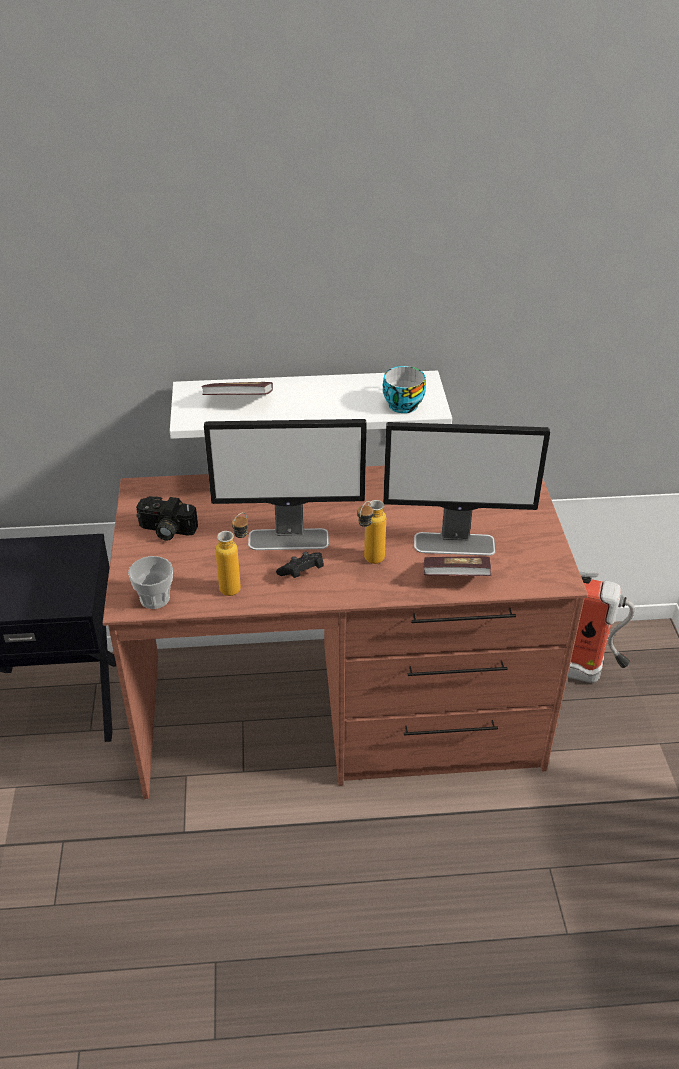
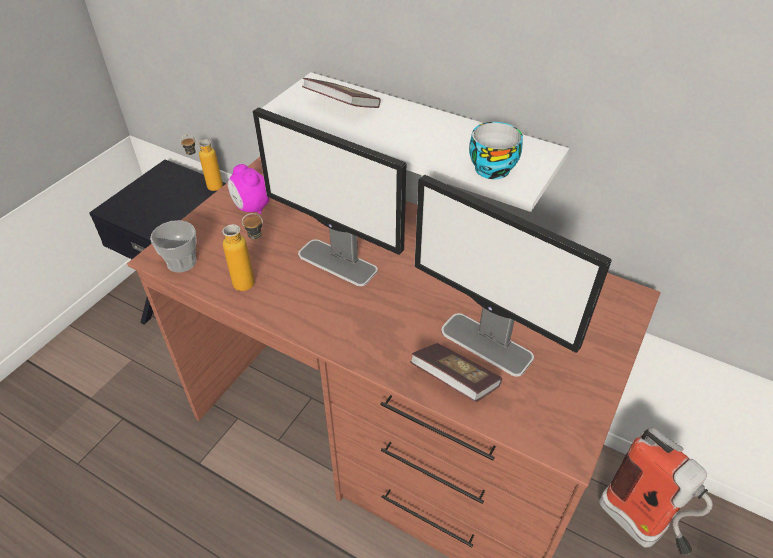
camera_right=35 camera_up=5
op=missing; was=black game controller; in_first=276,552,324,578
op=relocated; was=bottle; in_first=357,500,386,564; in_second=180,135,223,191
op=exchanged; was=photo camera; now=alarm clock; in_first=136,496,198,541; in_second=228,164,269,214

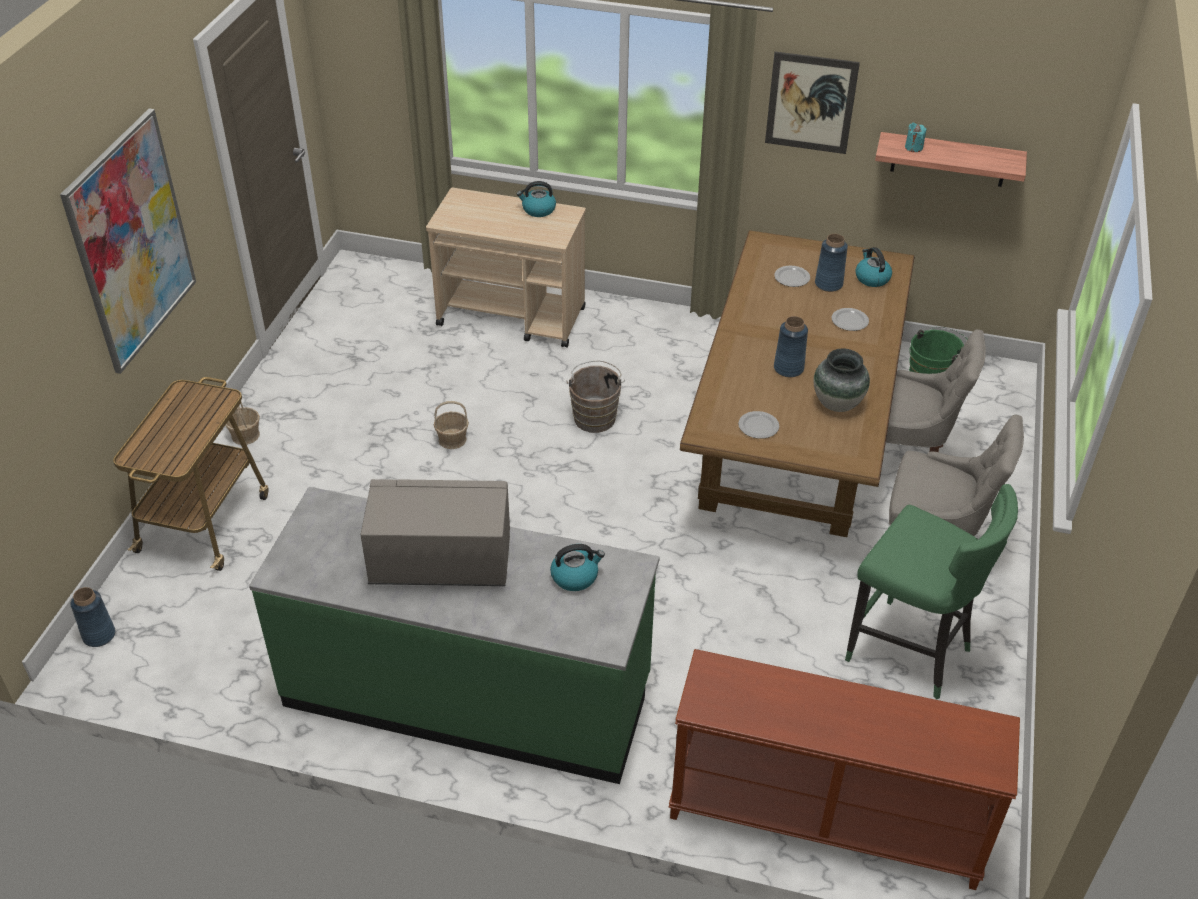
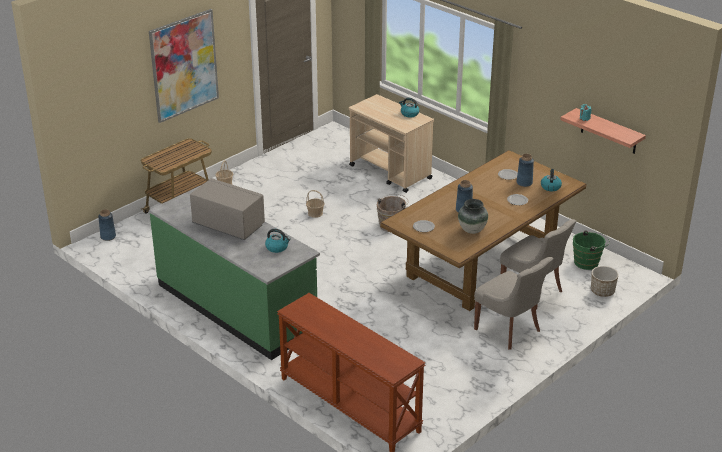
camera_right=30 camera_up=-10
op=missing; was=picture; in_first=765,51,860,154
op=missing; was=green stool; in_first=845,484,1018,700
op=appeared; now=planter; in_second=591,266,619,297

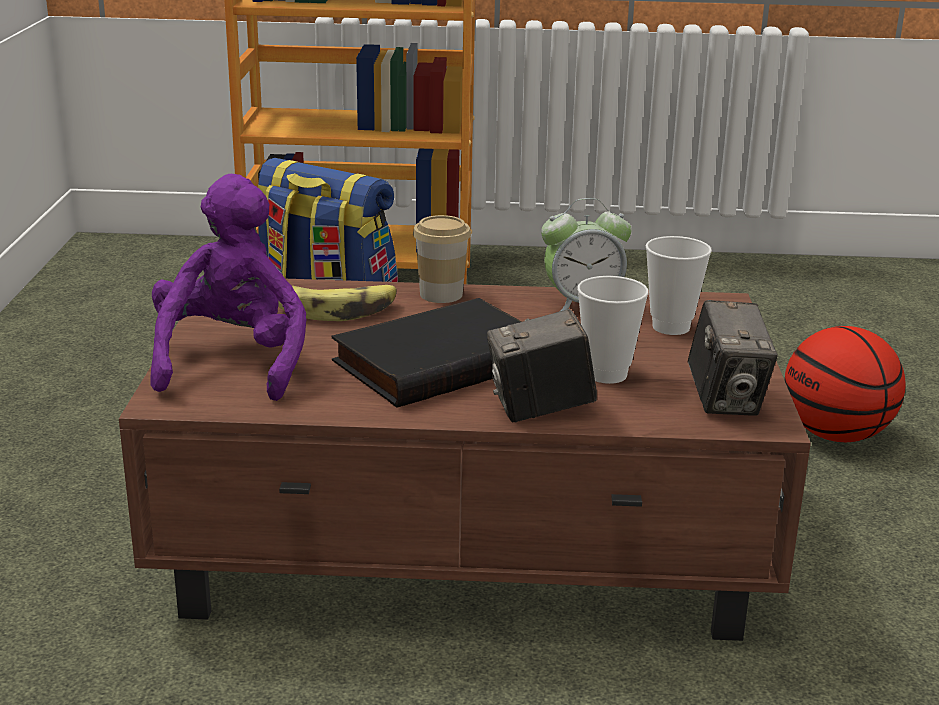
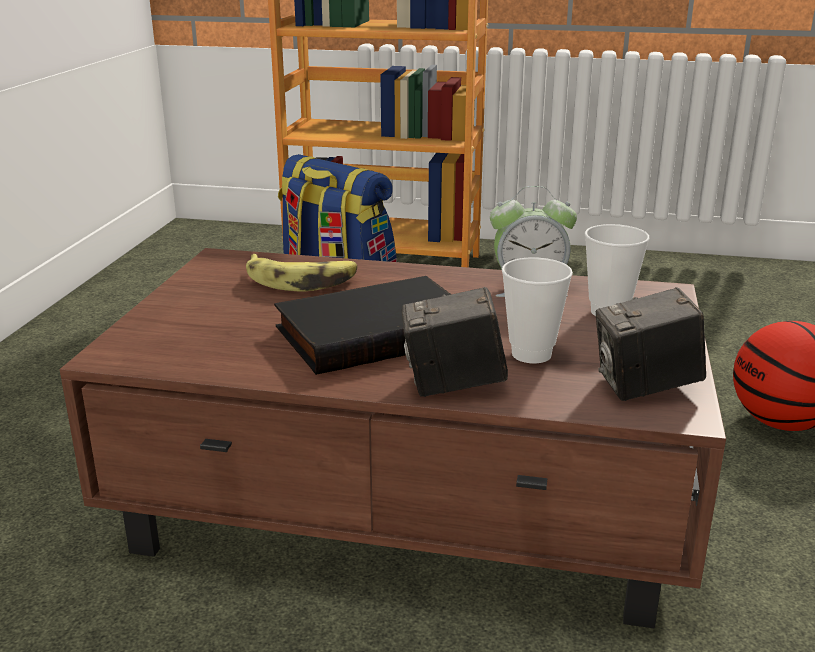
camera_right=10 camera_up=0
op=missing; was=purple plush toy; in_first=150,174,307,401
op=missing; was=cup; in_first=413,215,471,303
op=spun; was=photo camera; in_first=688,300,778,416; in_second=596,287,706,401; clockwise=75

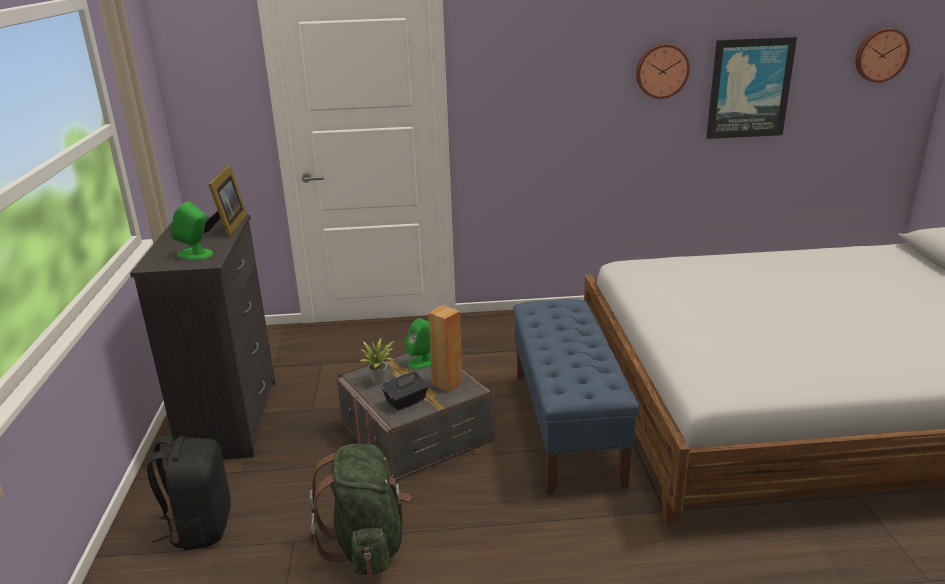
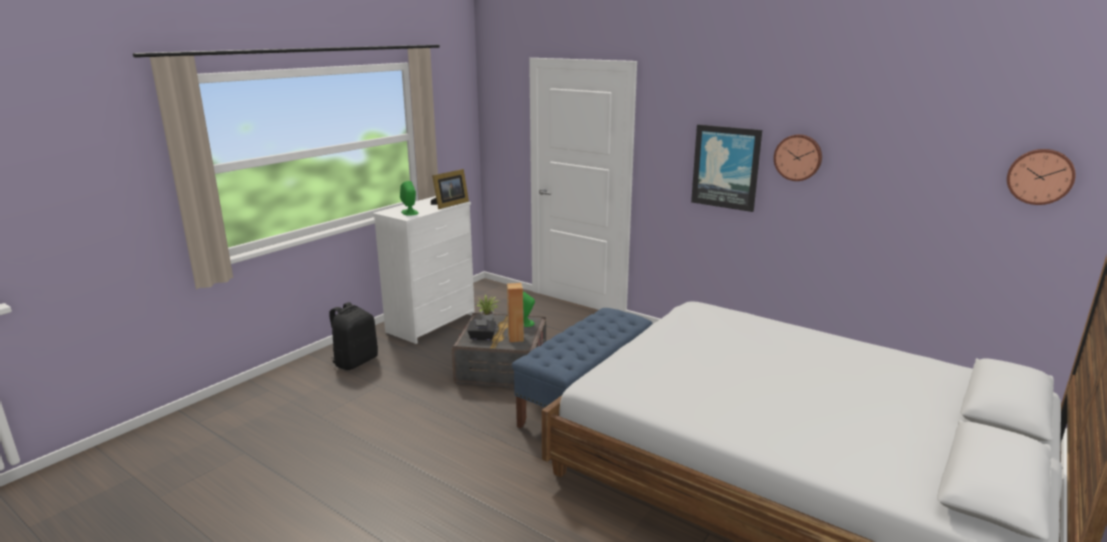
camera_right=40 camera_up=-5
op=missing; was=green backpack; in_first=310,444,411,576
op=relocated; was=picture; in_first=706,37,797,139; in_second=691,125,762,212
op=colour; was=black dresser; now=white dresser; in_first=130,215,275,460; in_second=372,196,475,344

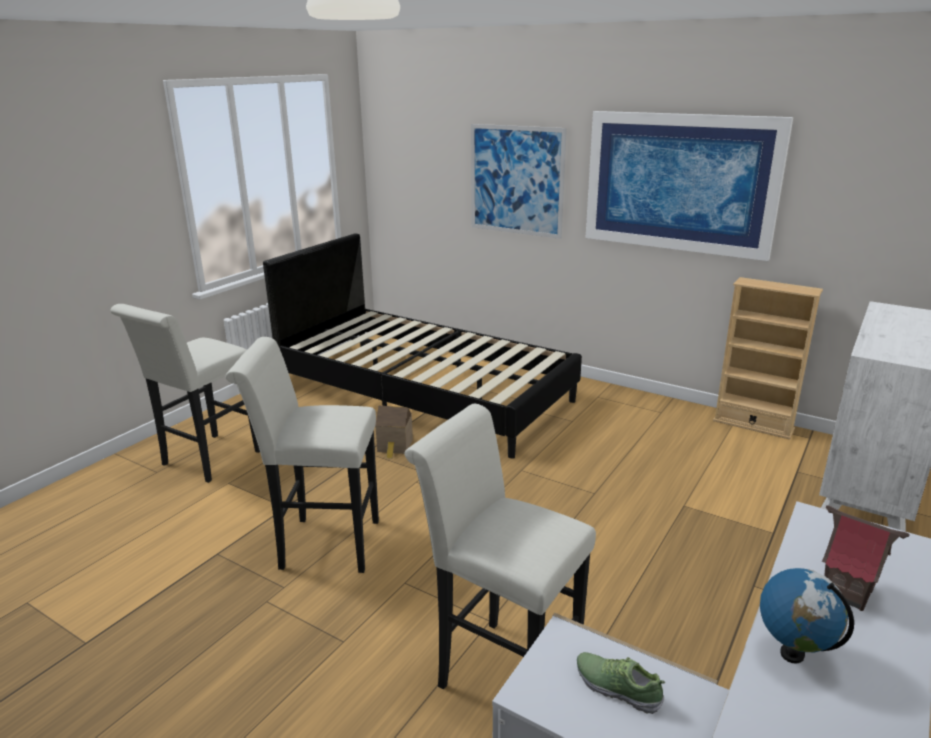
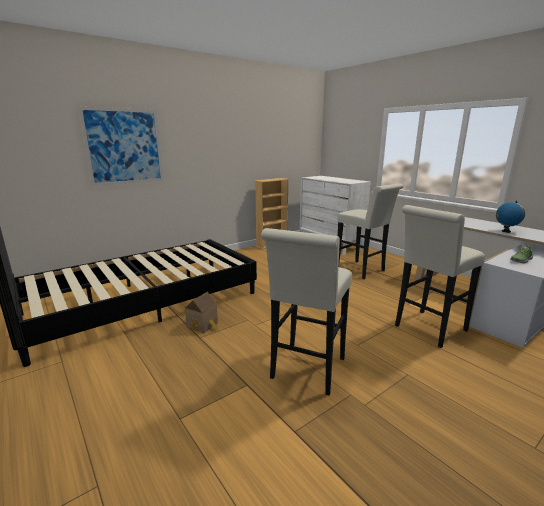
camera_right=-70 camera_up=-5
op=missing; was=picture; in_first=586,111,793,261
op=missing; was=toy house; in_first=822,505,910,611
op=relocated; was=white stool; in_first=110,304,260,483; in_second=337,183,404,279

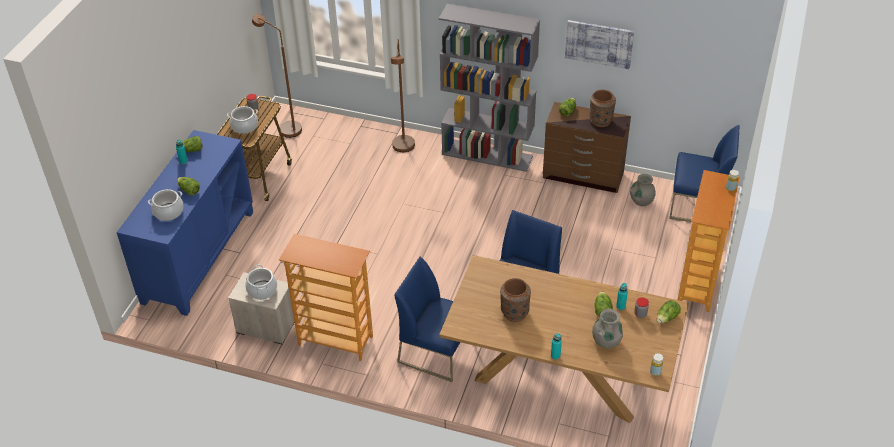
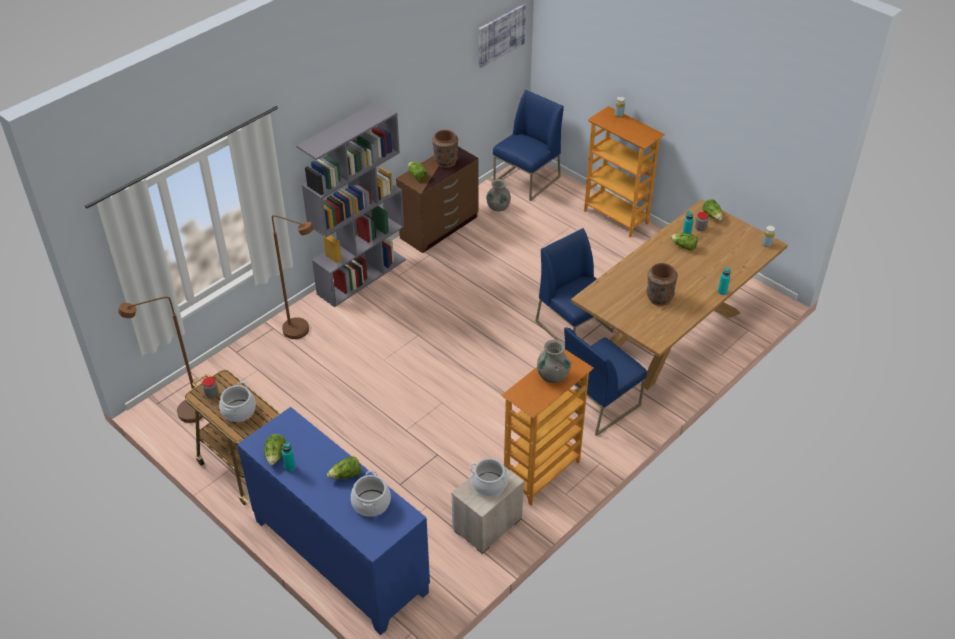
camera_right=-65 camera_up=0
op=relocated; was=picture; in_first=565,20,634,69; in_second=479,4,526,68
op=relocated; was=grey vase; in_first=592,309,623,349; in_second=537,340,571,383

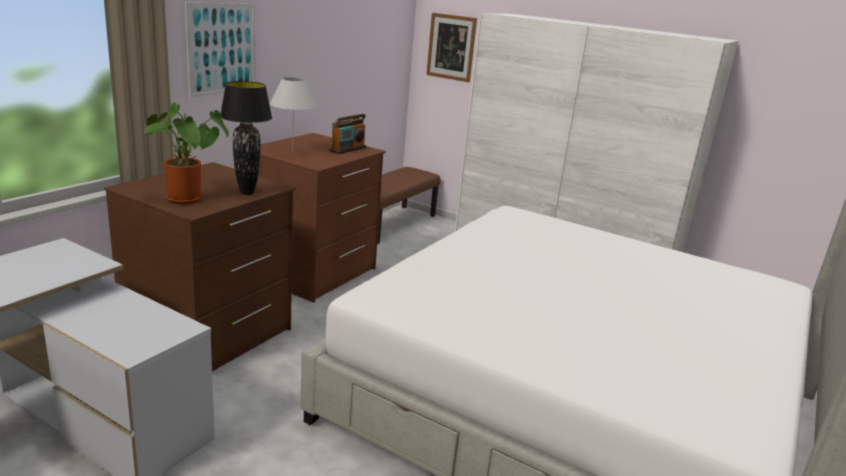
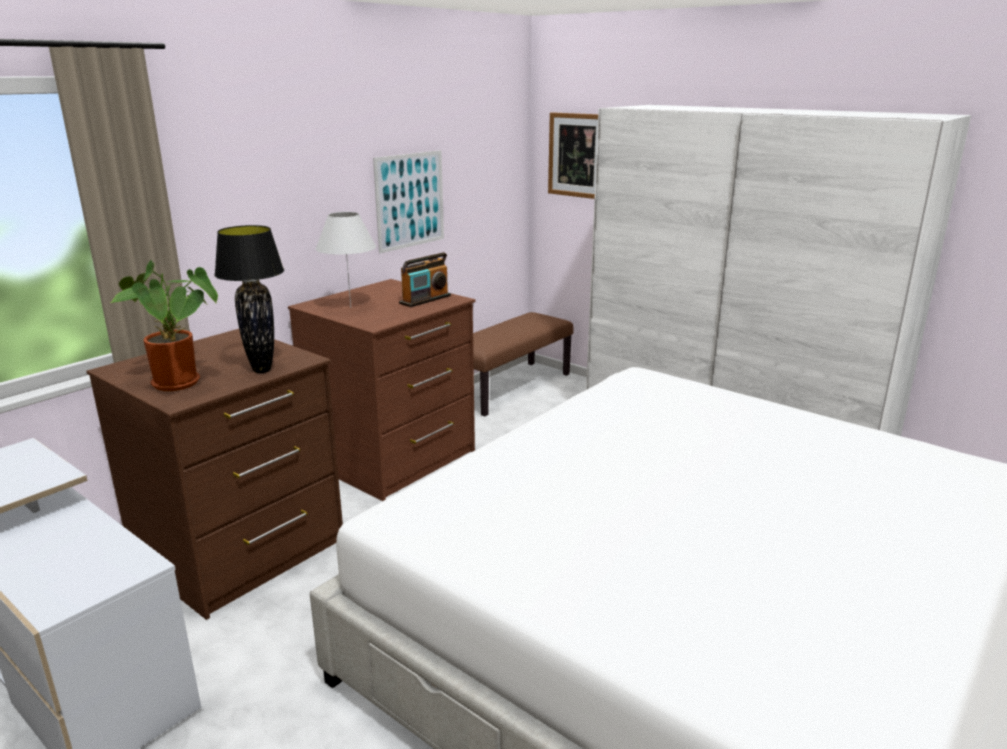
camera_right=10 camera_up=0
op=relocated; was=picture; in_first=185,3,256,98; in_second=373,150,444,253

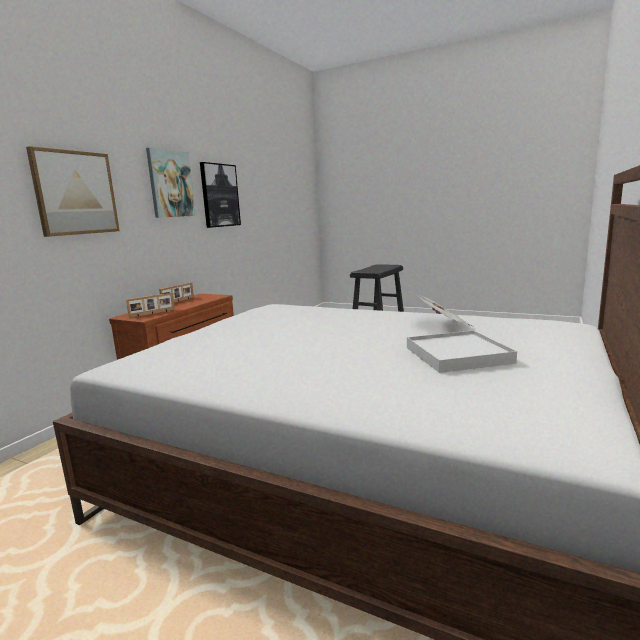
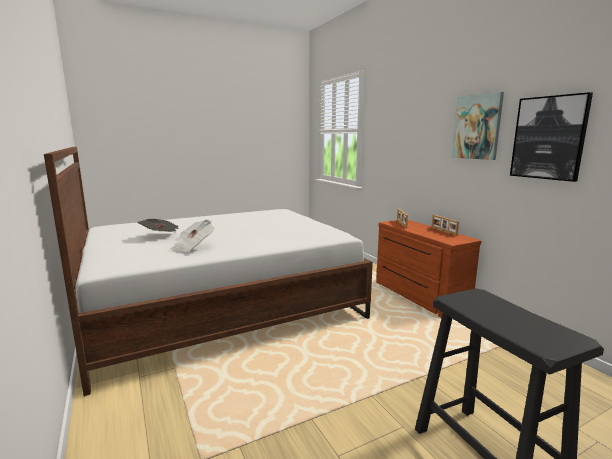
camera_right=125 camera_up=0
op=missing; was=picture; in_first=26,146,120,237
op=exchanged; was=white tray; now=newspaper; in_first=407,330,517,373; in_second=138,219,179,232

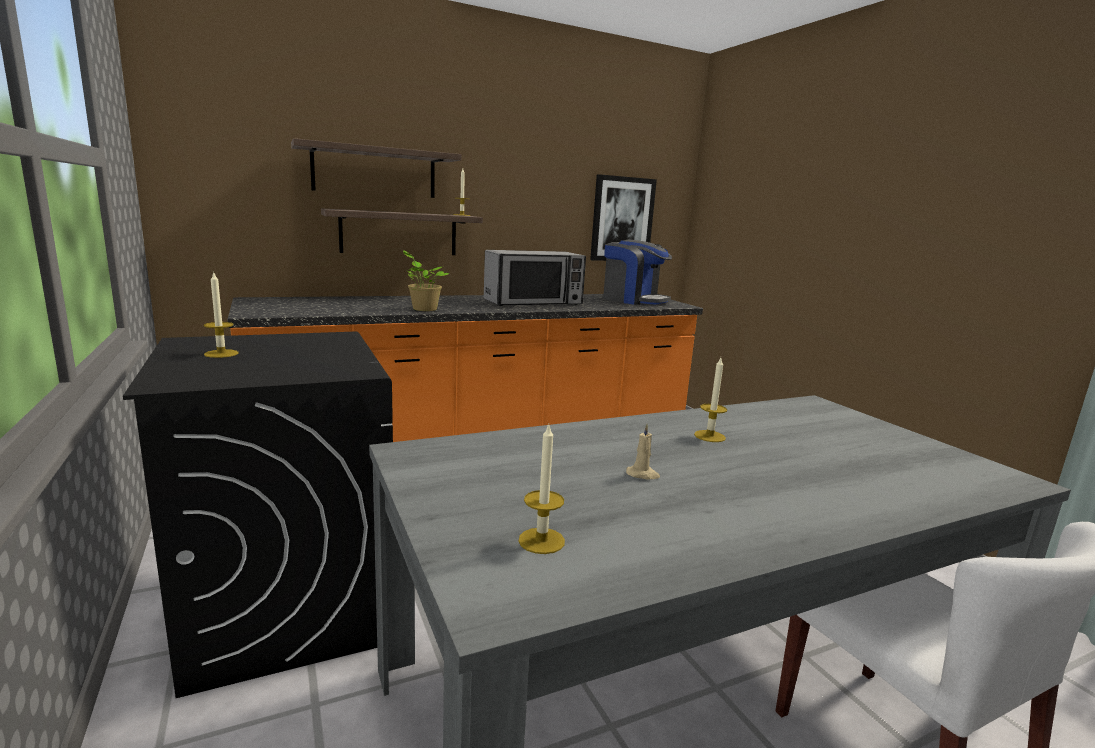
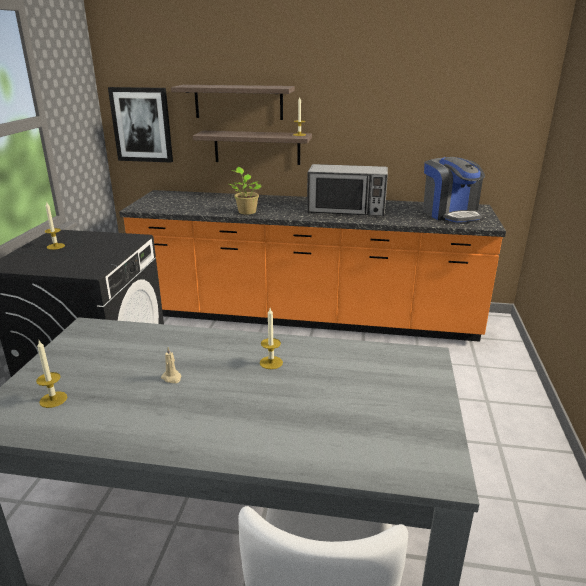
camera_right=35 camera_up=10
op=relocated; was=picture; in_first=590,174,657,261; in_second=108,87,173,163

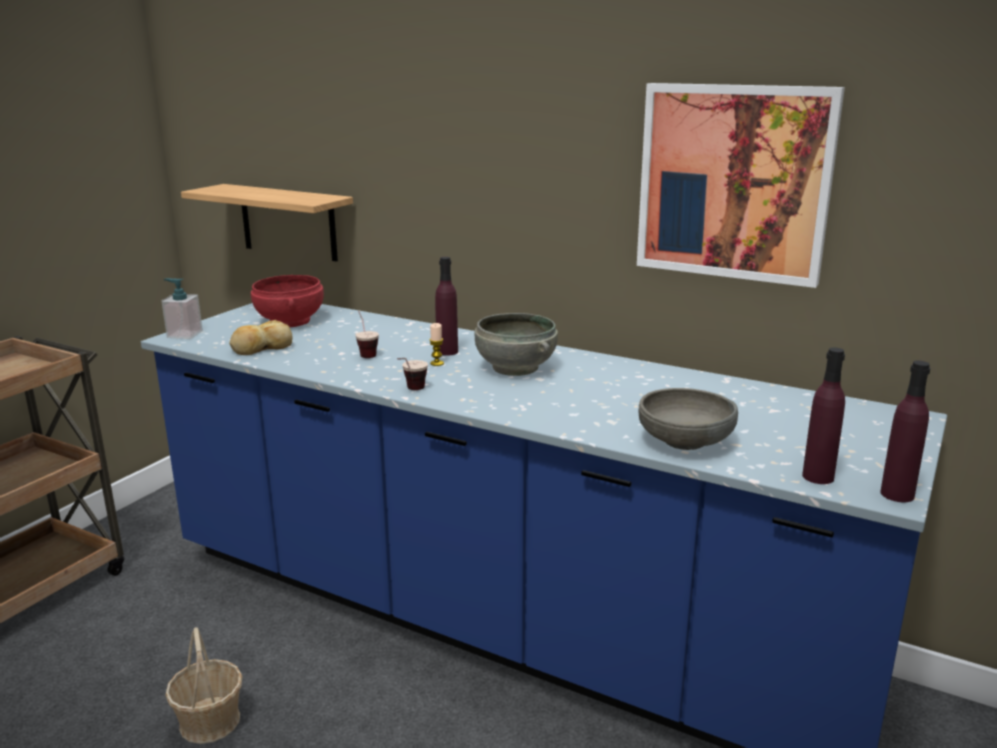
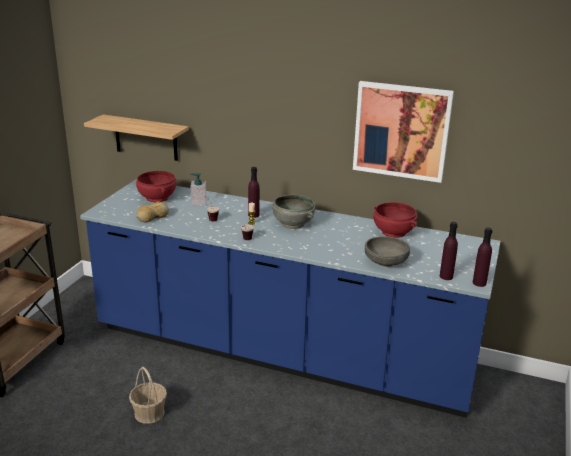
camera_right=-10 camera_up=5
op=appeared; now=red bowl; in_second=373,202,417,238
op=relocated; was=soap dispenser; in_first=161,278,203,339; in_second=190,173,206,206

